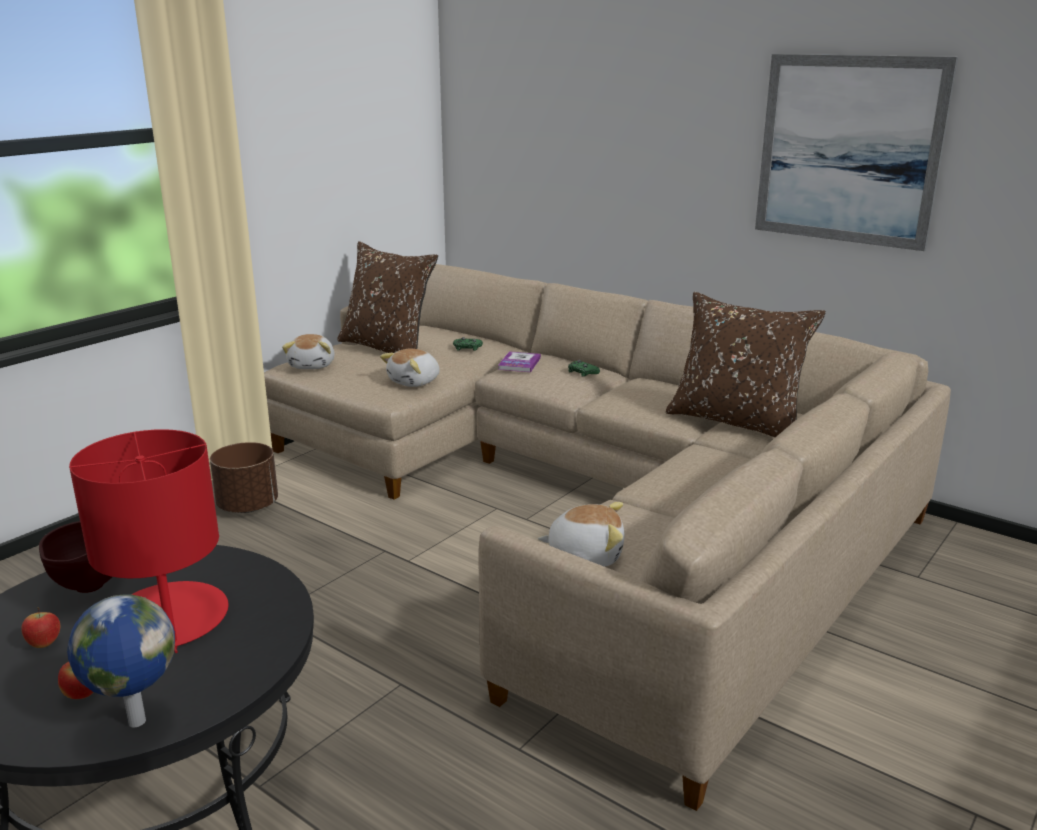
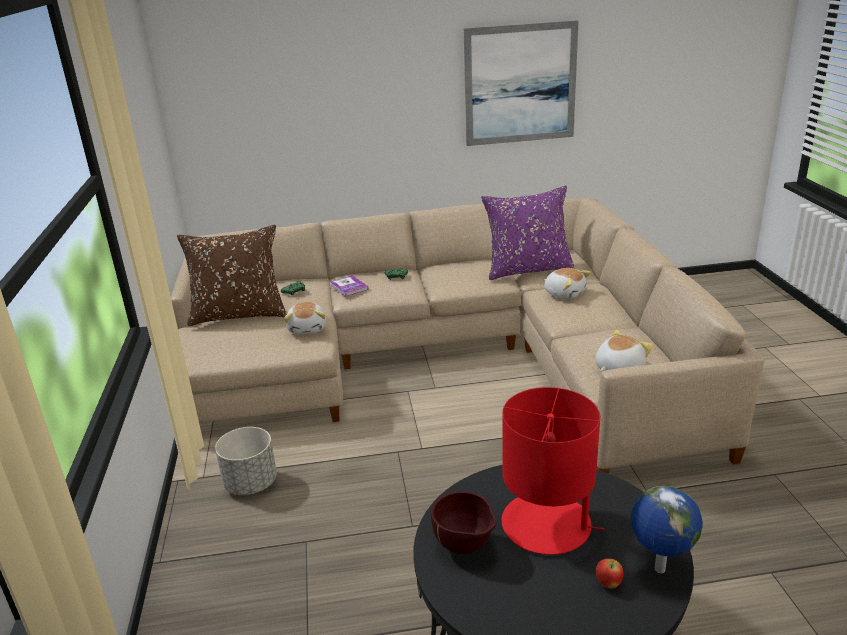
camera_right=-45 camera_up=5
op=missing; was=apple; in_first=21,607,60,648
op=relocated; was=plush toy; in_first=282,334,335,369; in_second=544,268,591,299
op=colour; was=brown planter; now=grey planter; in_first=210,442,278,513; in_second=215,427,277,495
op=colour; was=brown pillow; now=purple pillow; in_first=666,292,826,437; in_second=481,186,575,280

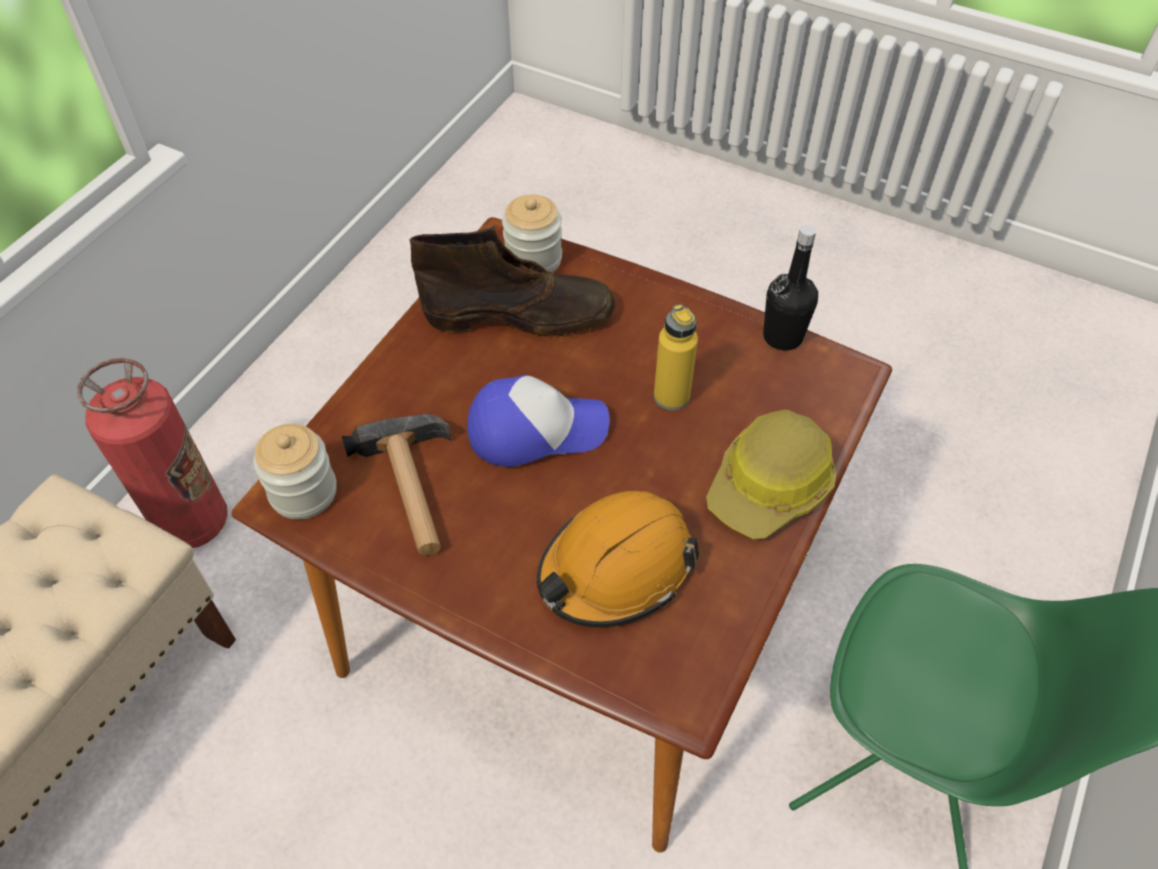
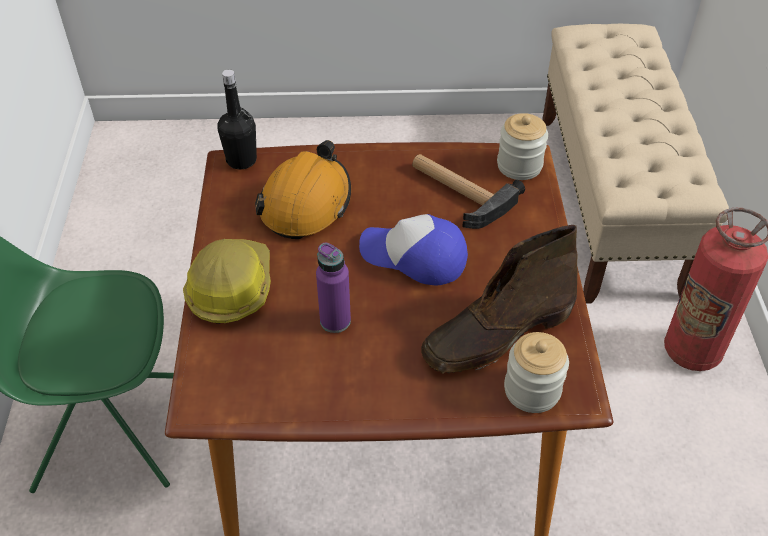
camera_right=150 camera_up=-5
op=relocated; was=black bottle; in_first=763,225,818,351; in_second=217,69,257,170
op=colour; was=yellow bottle; now=purple bottle; in_first=654,304,698,410; in_second=316,243,351,333
op=spun; was=cap; in_first=467,375,609,467; in_second=359,214,468,285; clockwise=60

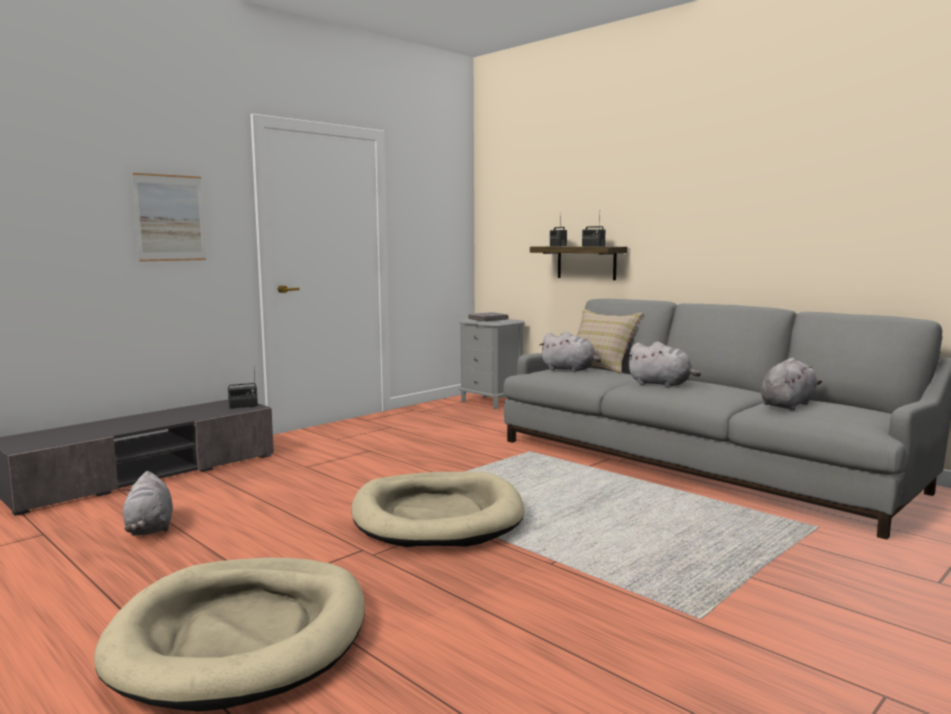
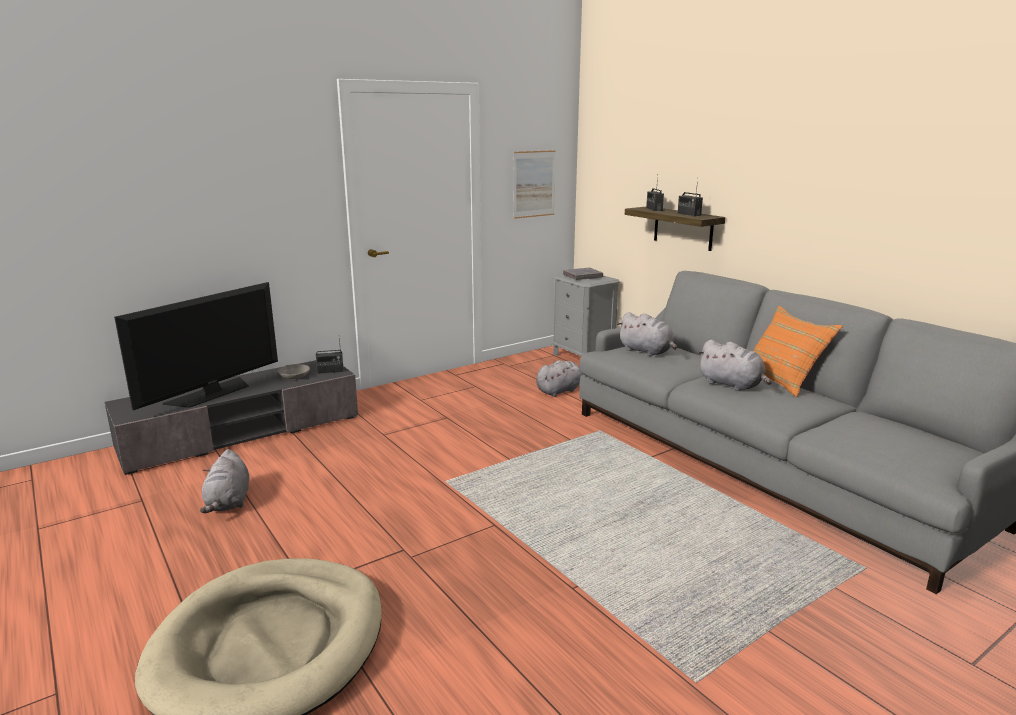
camera_right=10 camera_up=10
op=missing; was=beige dog bed; in_first=351,472,525,547
op=missing; was=beige pillow; in_first=577,309,643,373
op=appeared; now=television; in_second=114,282,278,410
op=appeared; now=grey bowl; in_second=278,364,310,379
op=appeared; now=orange pillow; in_second=753,306,843,397
op=relocated; was=picture; in_first=132,173,206,262; in_second=513,150,556,219
op=relocated; was=grey plush toy; in_first=761,358,822,410; in_second=536,360,584,397

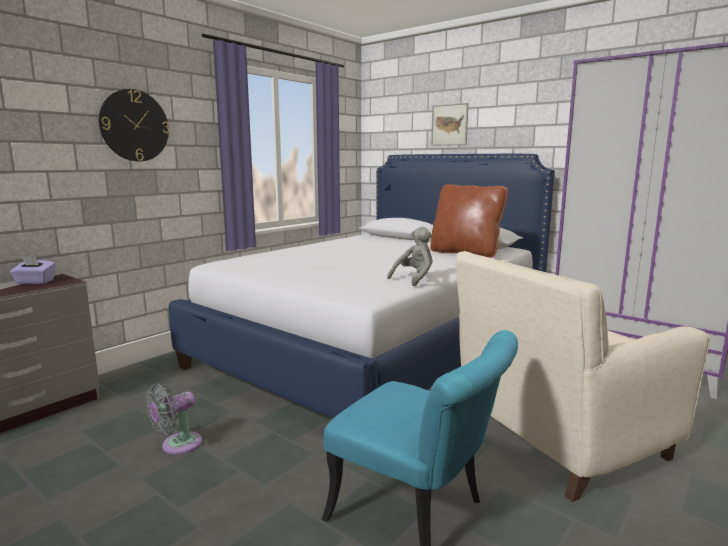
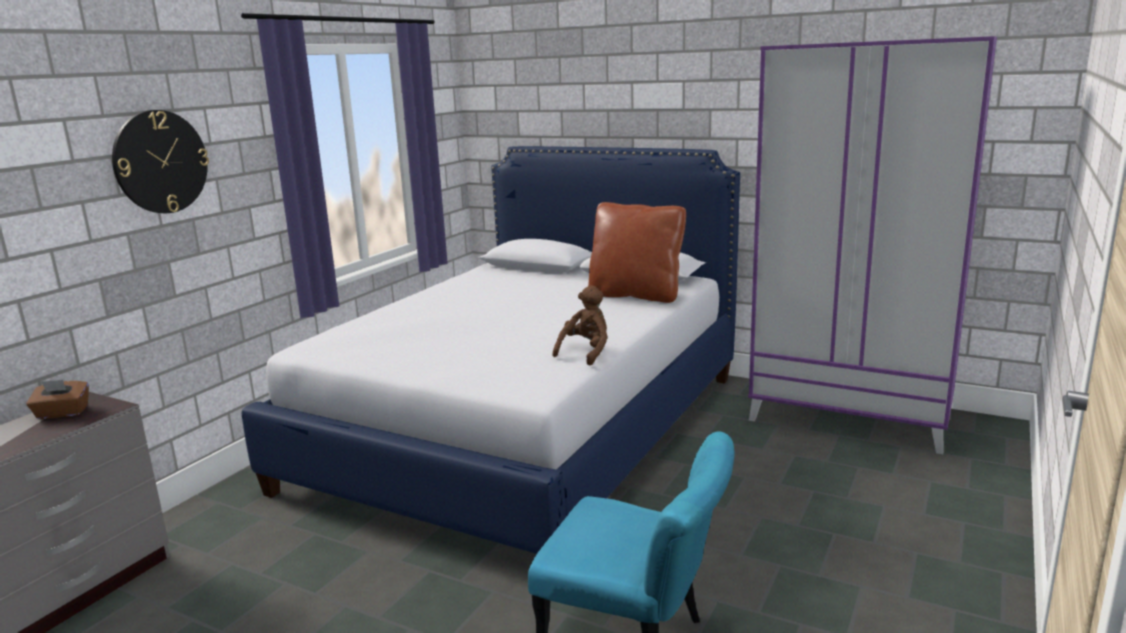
camera_right=-10 camera_up=5
op=missing; was=grey fan; in_first=146,383,202,455
op=missing; was=picture; in_first=431,103,469,146
op=missing; was=beige armchair; in_first=456,251,710,502
op=colour; was=purple tissue box; now=brown tissue box; in_first=10,257,56,284; in_second=26,380,89,419
op=colour; was=grey plush toy; now=brown plush toy; in_first=387,227,432,286; in_second=553,285,608,366

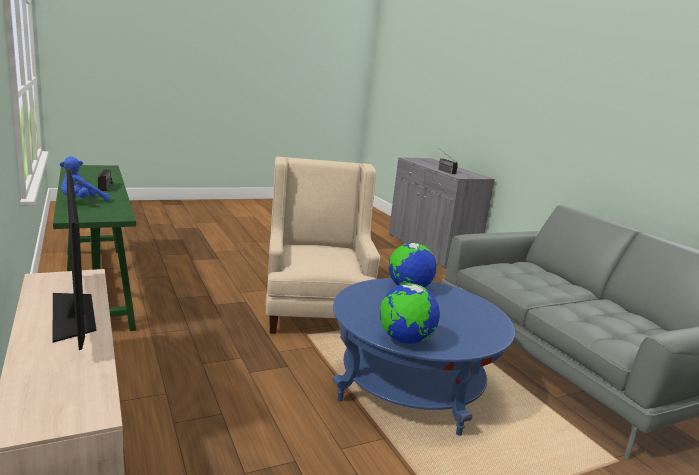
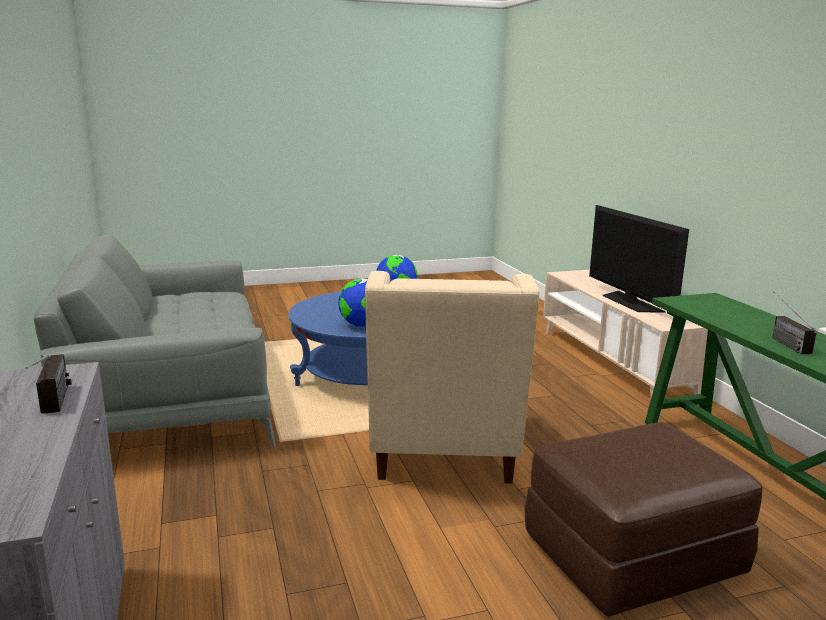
camera_right=-170 camera_up=0
op=missing; was=blue plush toy; in_first=60,156,110,201
op=appeared; now=brown ottoman; in_second=525,422,762,617

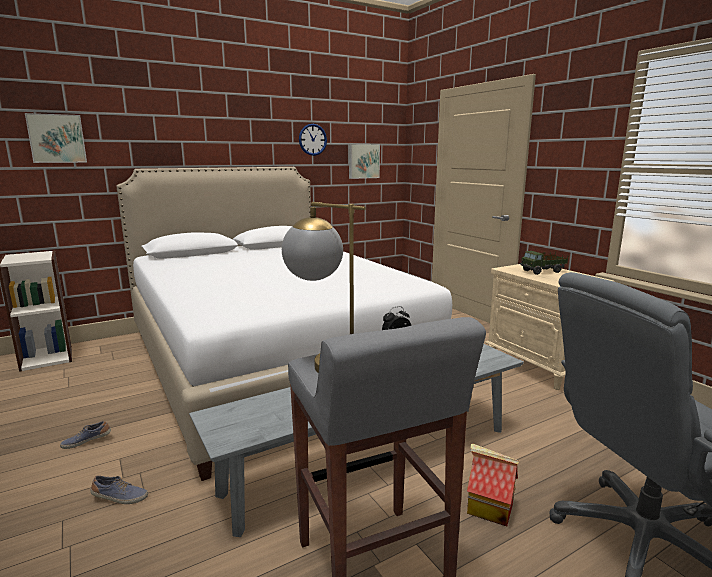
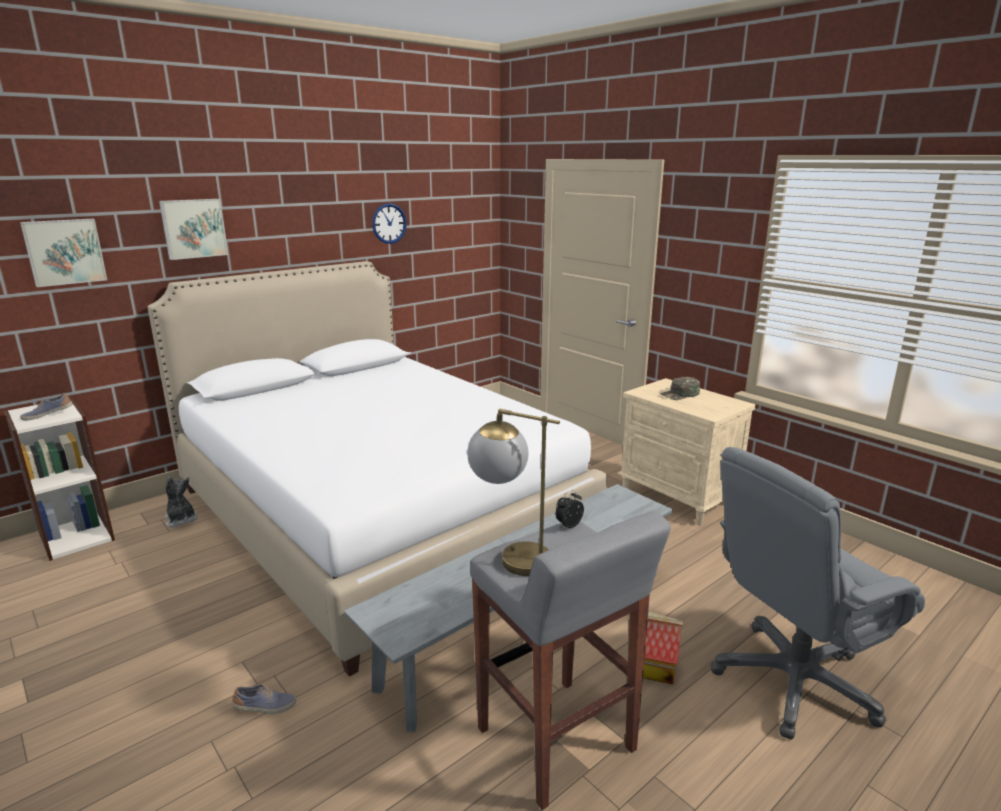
camera_right=-10 camera_up=5
op=appeared; now=plush toy; in_second=165,477,198,527
op=relocated; was=shoe; in_first=60,421,111,449; in_second=20,393,72,420
op=relocated; was=picture; in_first=349,144,380,179; in_second=159,199,228,260
op=exchanged; was=toy truck; now=green cap; in_first=520,251,568,275; in_second=660,377,700,400

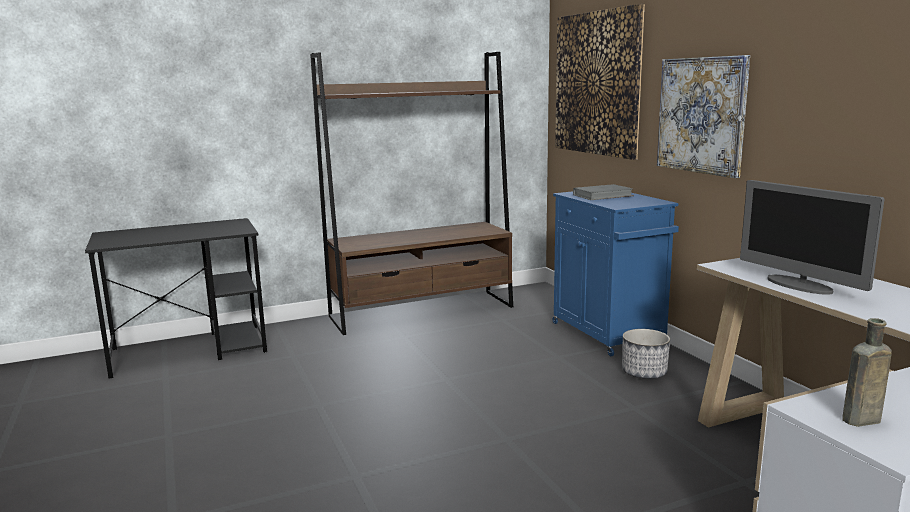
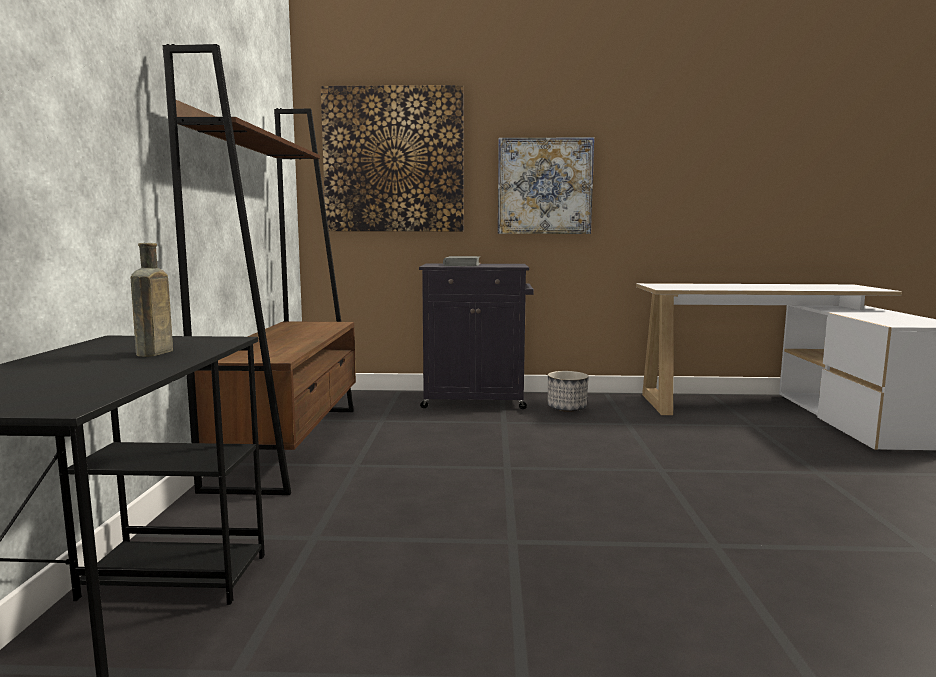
camera_right=-65 camera_up=-5
op=missing; was=monitor; in_first=740,180,885,295
op=relocated; was=brown bottle; in_first=842,318,892,427; in_second=131,243,173,357
op=colour; was=blue cabinet; now=black cabinet; in_first=552,191,679,356; in_second=419,263,534,409

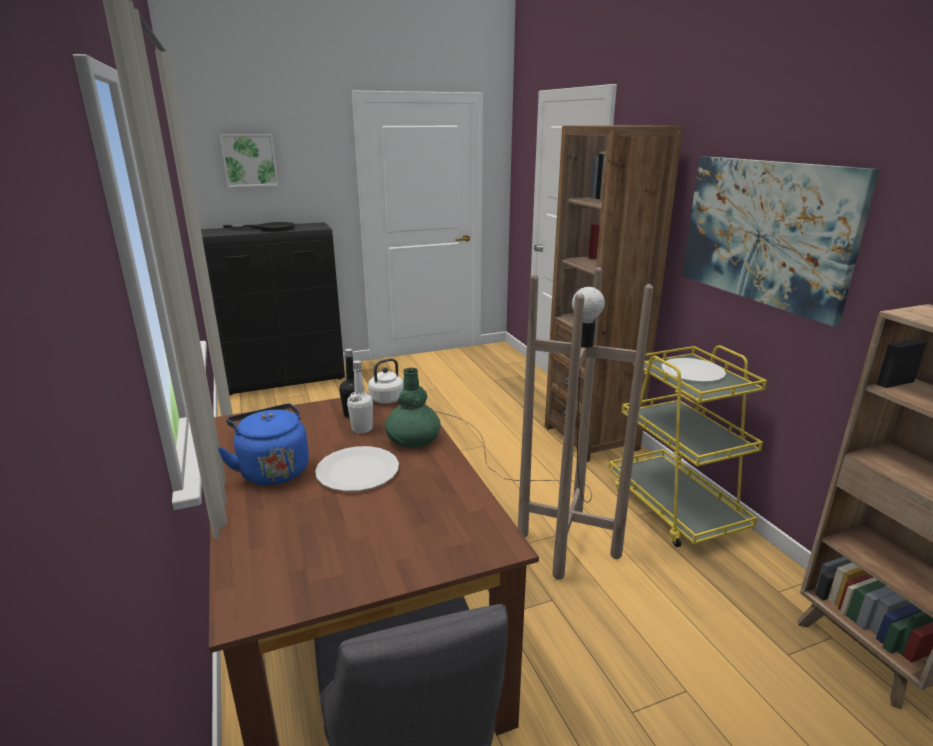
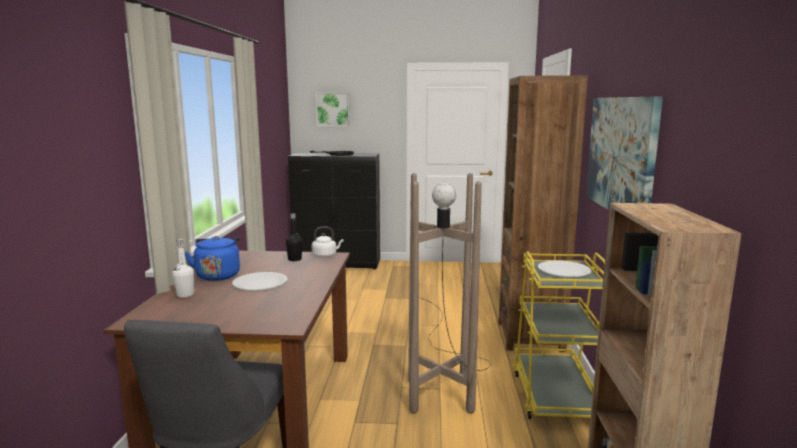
camera_right=25 camera_up=-10
op=missing; was=green vase; in_first=385,368,441,448
op=relocated; was=white bottle; in_first=347,360,373,433; in_second=172,239,194,298

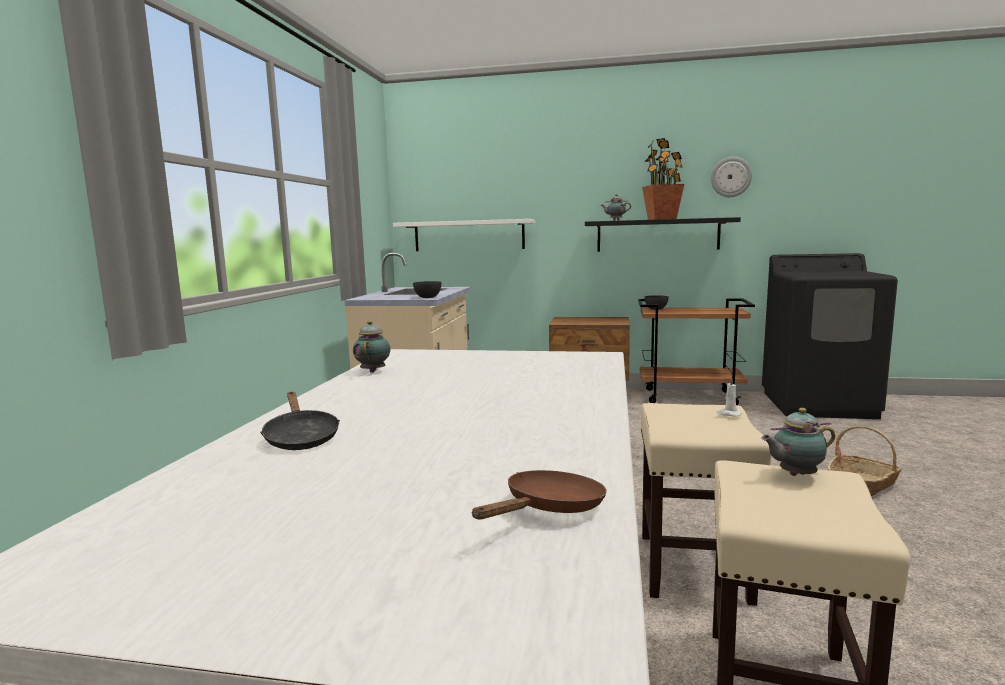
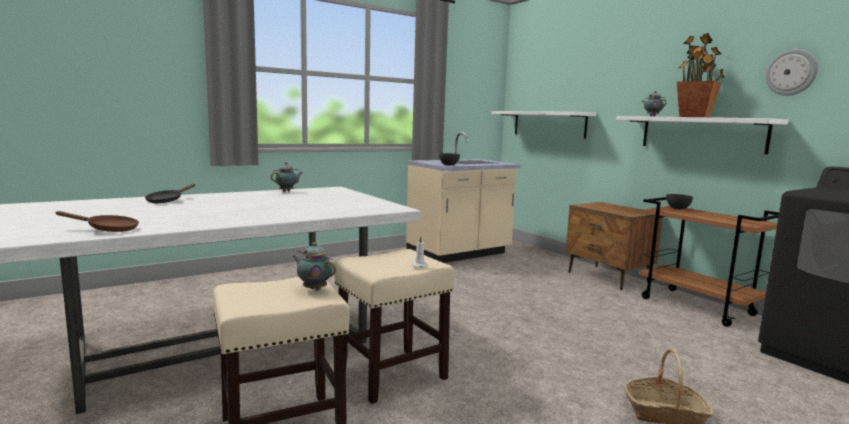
camera_right=45 camera_up=0
op=colour; was=black shelf; now=white shelf; in_first=585,217,741,252; in_second=616,116,788,154

